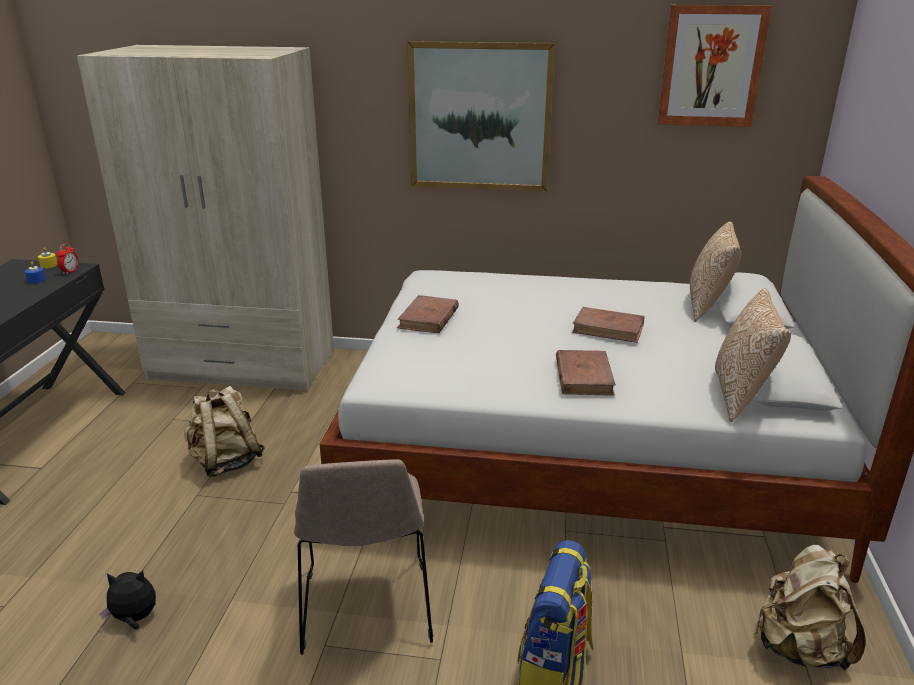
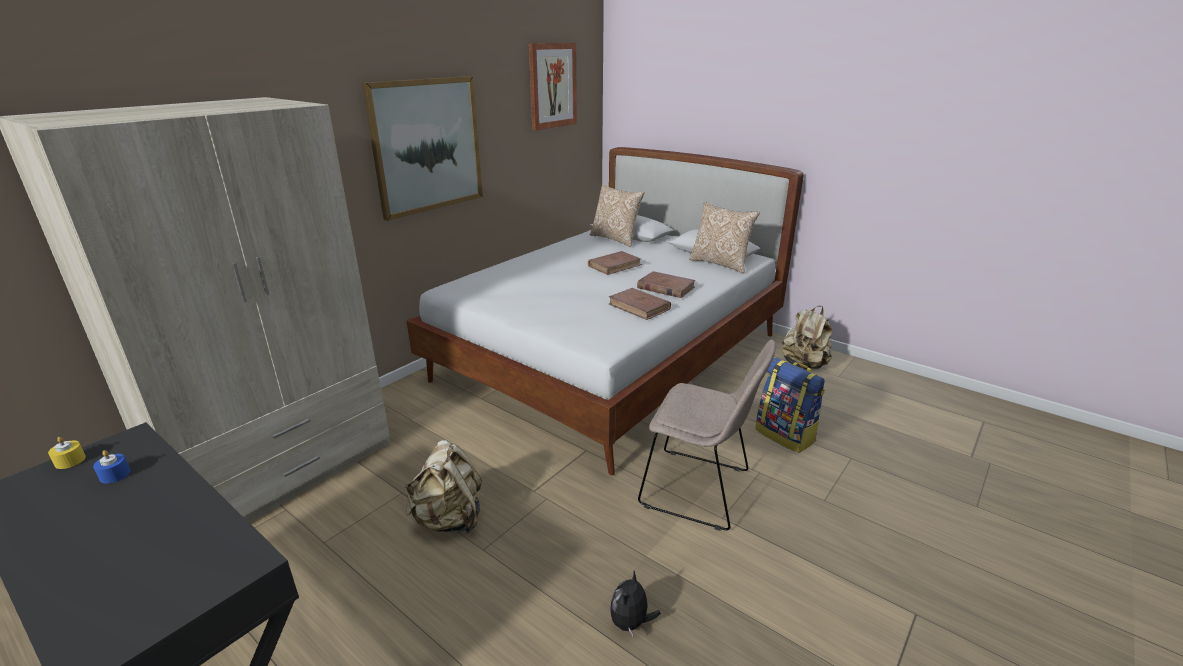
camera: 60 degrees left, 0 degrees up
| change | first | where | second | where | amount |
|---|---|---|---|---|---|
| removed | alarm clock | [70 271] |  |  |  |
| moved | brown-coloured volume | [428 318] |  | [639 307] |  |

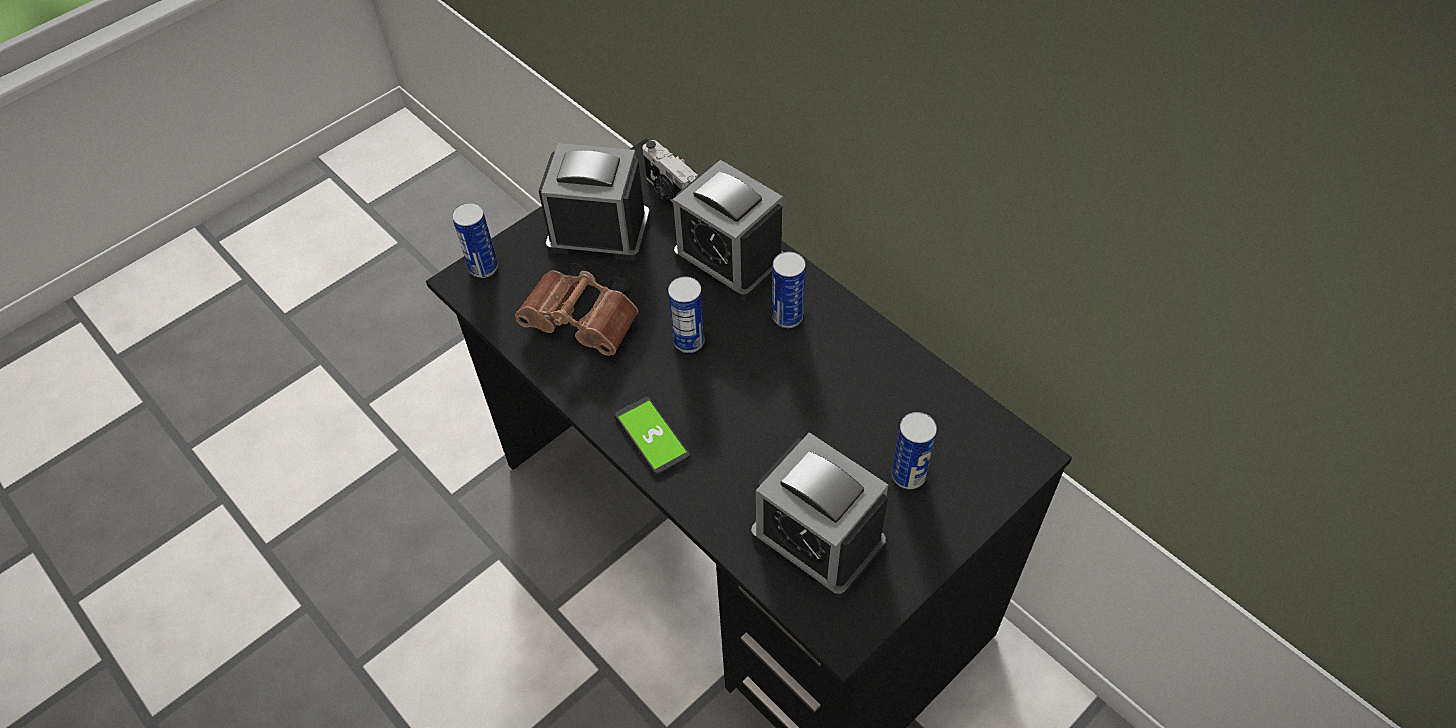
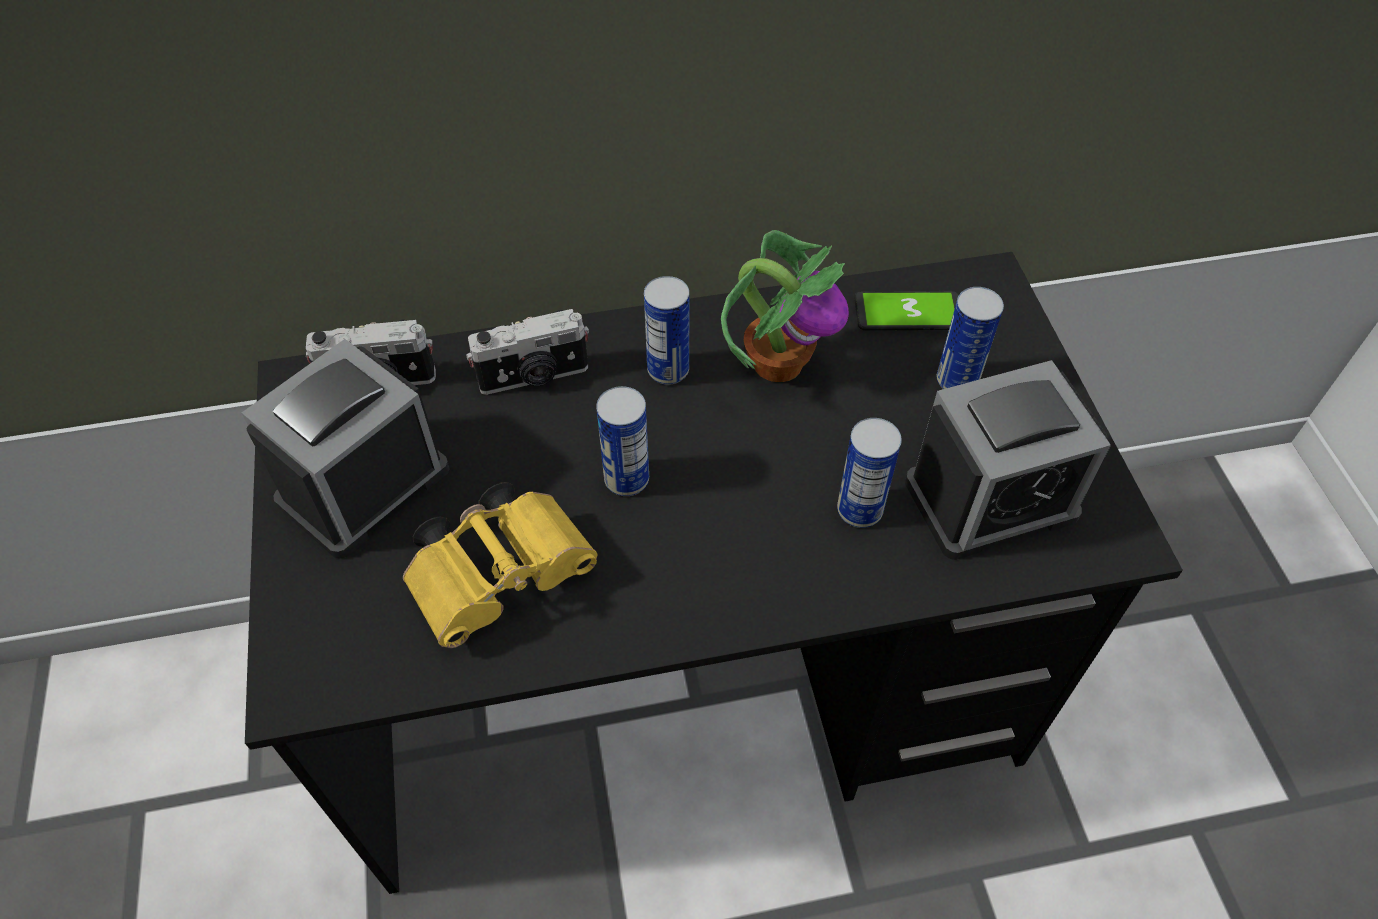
camera: 60 degrees left, 0 degrees up
| change | first | where | second | where | amount |
|---|---|---|---|---|---|
| moved | can | [483 267] |  | [859 510] |  |
| recoloured | brown-coloured field glasses | [585 323] | yellowish field glasses | [504 574] |  |
| moved | phone | [652 436] |  | [908 313] |  |
| replaced | alarm clock | [729 258] | still camera | [534 377] |  |
| added |  |  | potted plant | [777 362] |  |

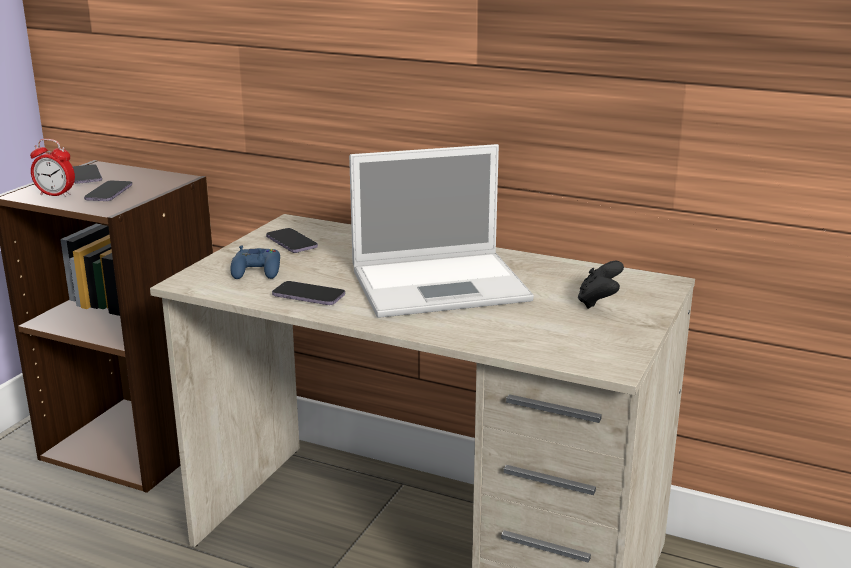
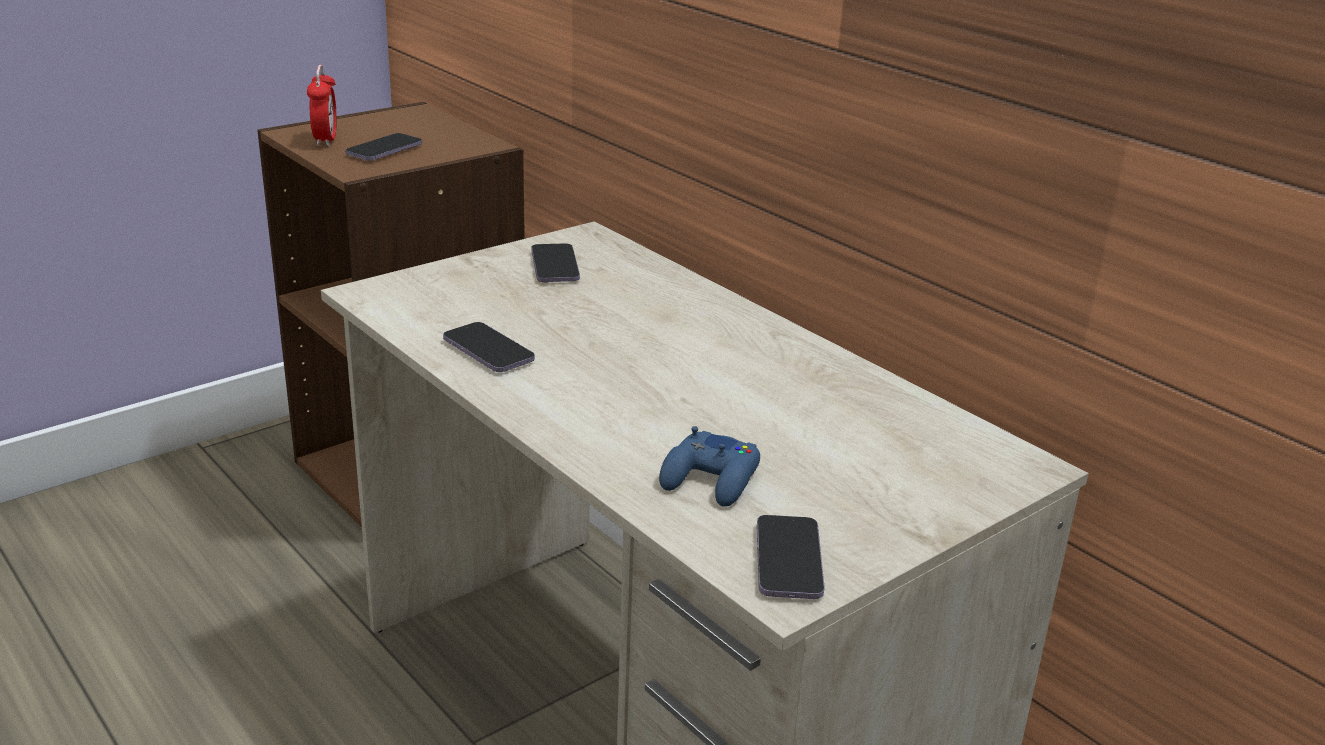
camera: 25 degrees right, 5 degrees up
| change | first | where | second | where | amount |
|---|---|---|---|---|---|
| turned | alarm clock | [56 195] |  | [325 140] | 135 degrees counterclockwise |
| moved | phone | [85 176] |  | [788 560] |  |
| moved | bluish gamepad | [257 270] |  | [711 479] |  |
| removed | notebook computer | [443 284] |  |  |  |
| removed | black-coloured gamepad | [599 302] |  |  |  |

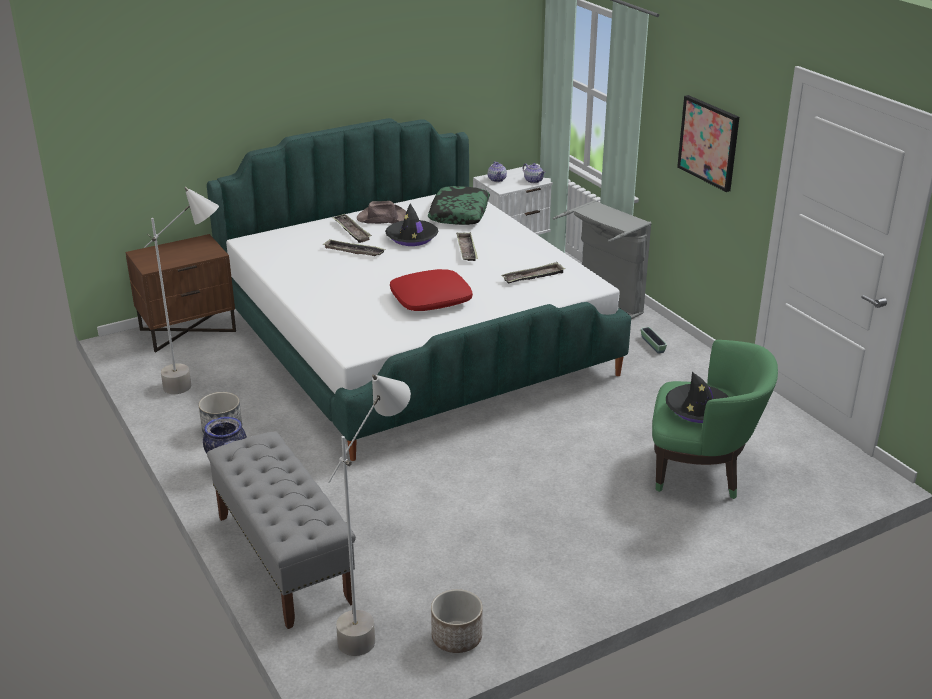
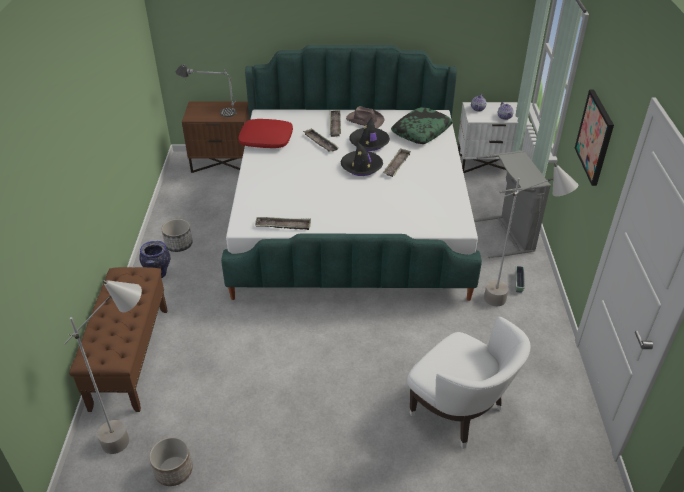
camera: 30 degrees right, 10 degrees up
| change | first | where | second | where | amount |
|---|---|---|---|---|---|
| moved | gray standing lamp | [200 386] |  | [513 305] |  |
| recoloured | gray bench | [283 558] | brown-coloured bench | [130 357] |  |
| moved | red-coloured cushion | [431 299] |  | [266 139] |  |
| moved | serving tray | [533 277] |  | [283 226] |  |
| recoloured | greenish lounge chair | [702 471] | whitish lounge chair | [460 412] |  |
| moved | black-coloured wearable hat | [698 409] |  | [361 167] |  |
| added |  |  | table lamp | [211 112] |  |

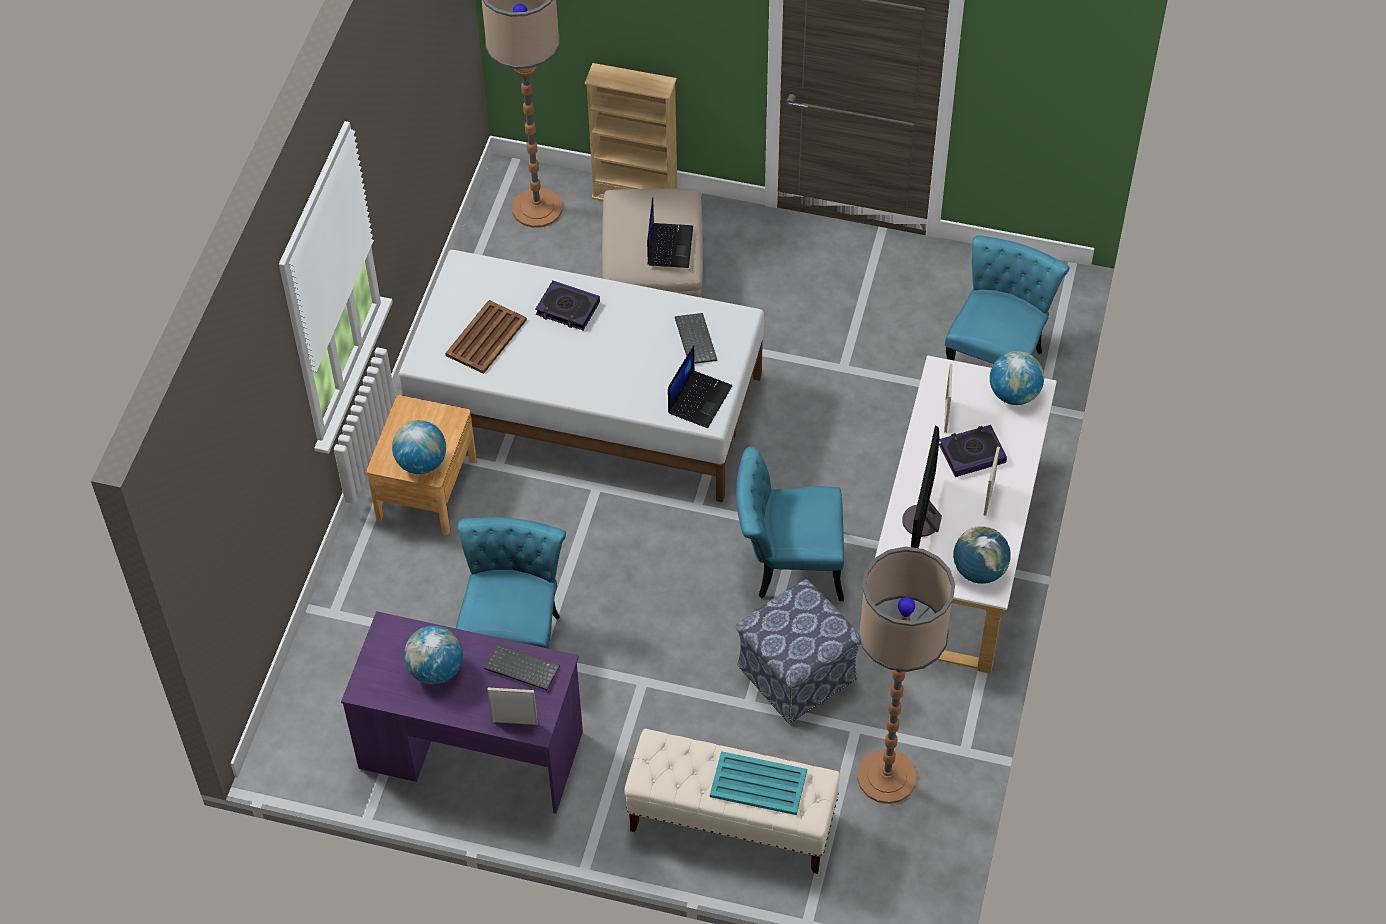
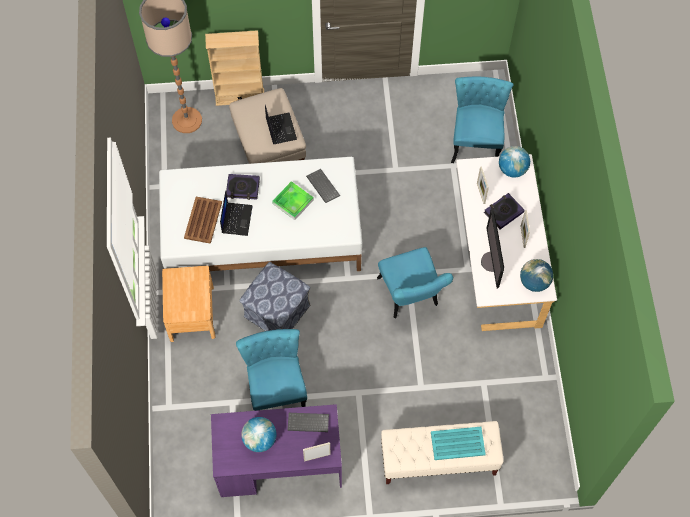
camera: 20 degrees left, 10 degrees up
| change | first | where | second | where | amount |
|---|---|---|---|---|---|
| removed | world globe | [421 463] |  |  |  |
| moved | notebook computer | [699 399] |  | [236 219] |  |
| turned | blue-green chair | [788 564] |  | [410 297] | 90 degrees counterclockwise |
| moved | footrest | [795 673] |  | [276 312] |  |
| removed | standing lamp | [886 776] |  |  |  |
| added |  |  | serving tray | [293 202] |  |

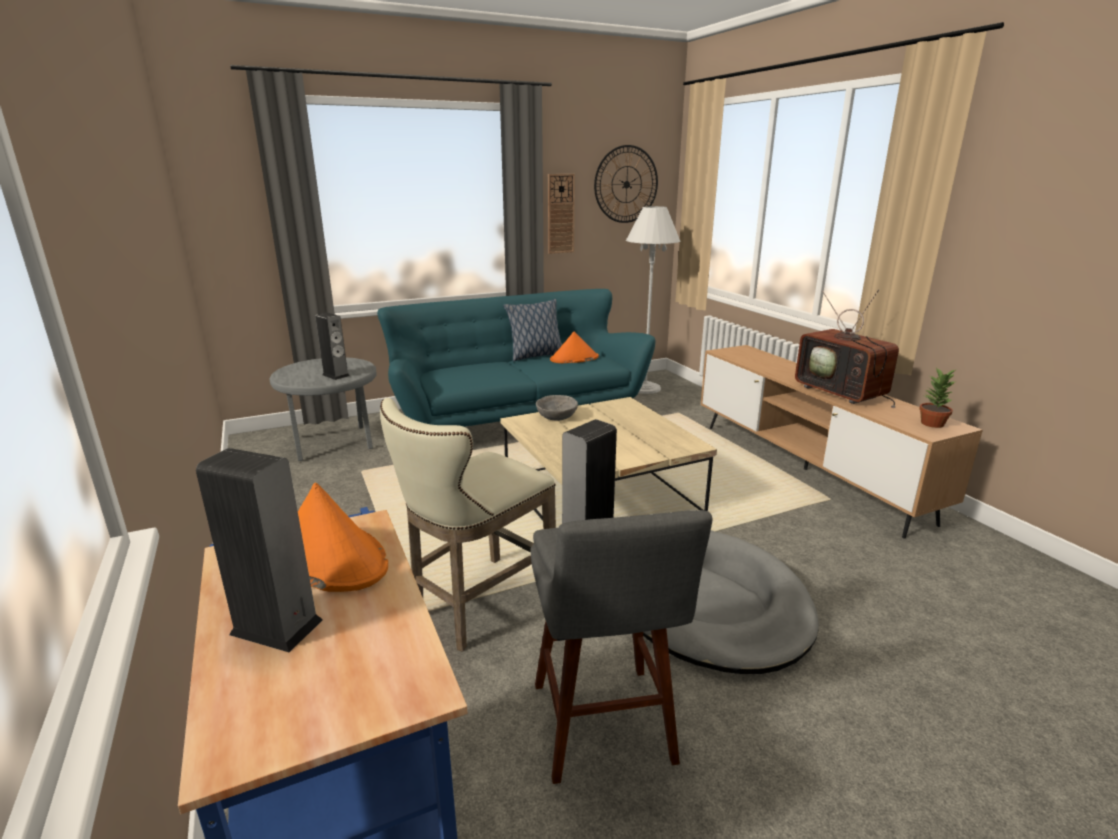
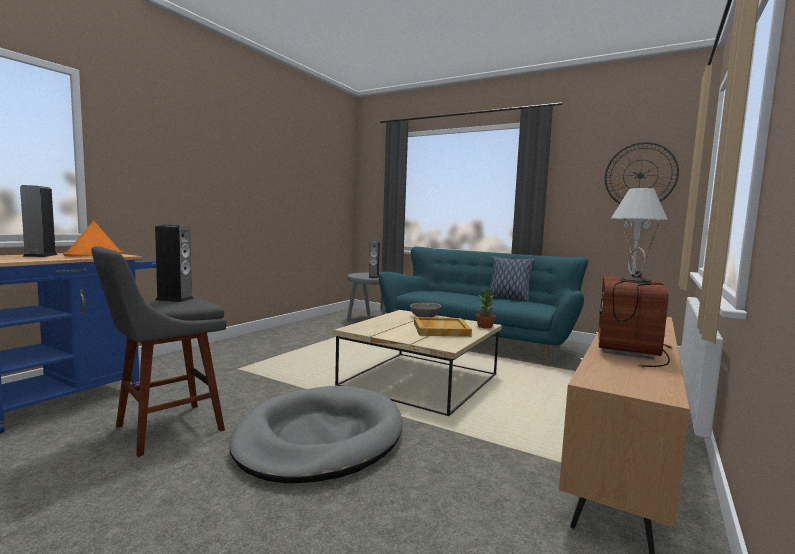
camera: 55 degrees right, 15 degrees down
| change | first | where | second | where | amount |
|---|---|---|---|---|---|
| removed | beige stool seat | [476 606] |  |  |  |
| removed | wall clock | [560 214] |  |  |  |
| removed | orange-coloured wearable hat | [574 359] |  |  |  |
| moved | potted plant | [932 424] |  | [484 326] |  |
| added |  |  | beige serving tray | [440 329] |  |

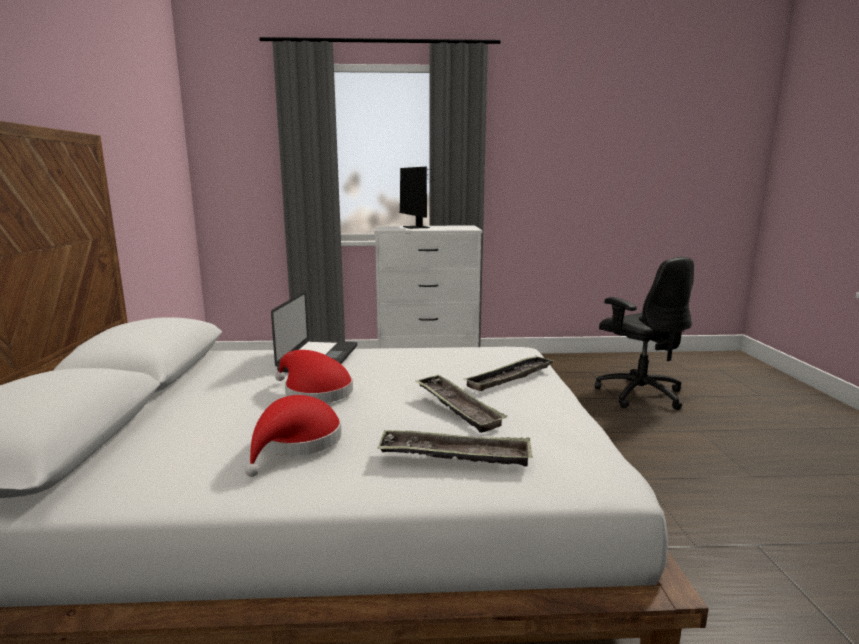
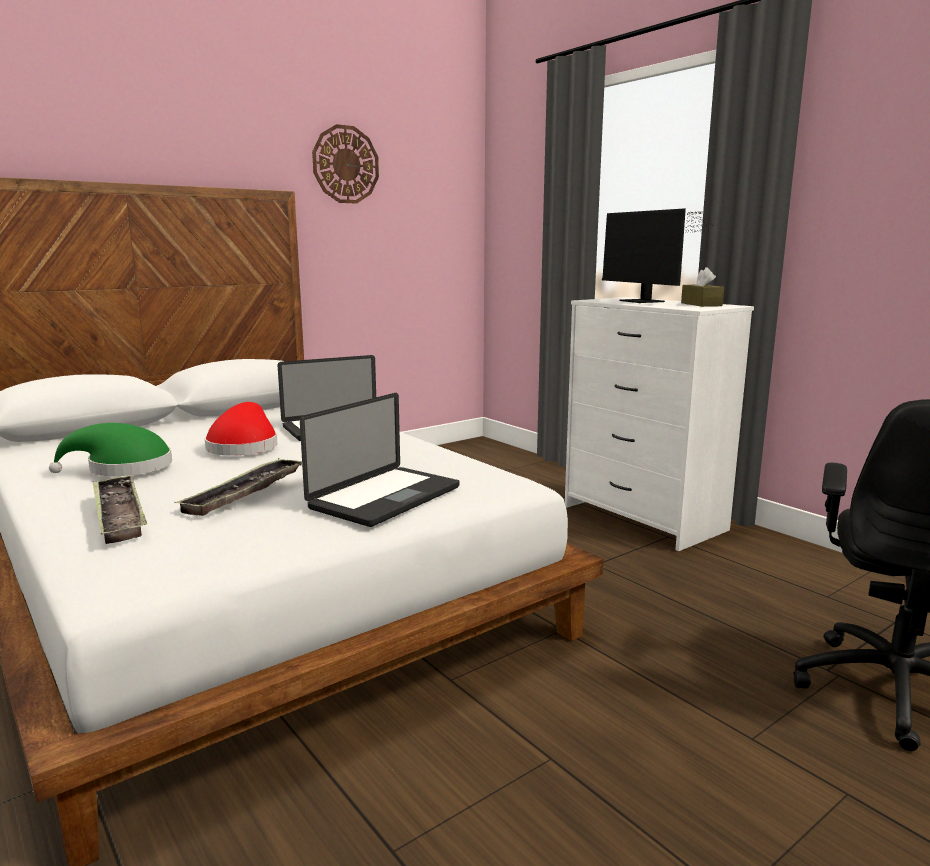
camera: 55 degrees right, 0 degrees up
| change | first | where | second | where | amount |
|---|---|---|---|---|---|
| recoloured | red-coloured wearable hat | [296 443] | greenish wearable hat | [123 468] |  |
| turned | computer screen | [416 227] |  | [644 301] | 60 degrees counterclockwise |
| replaced | serving tray | [510 378] | notebook computer | [385 498] |  |
| added |  |  | wall clock | [345 164] |  |
| added |  |  | brown-coloured tissue holder | [701 304] |  |

